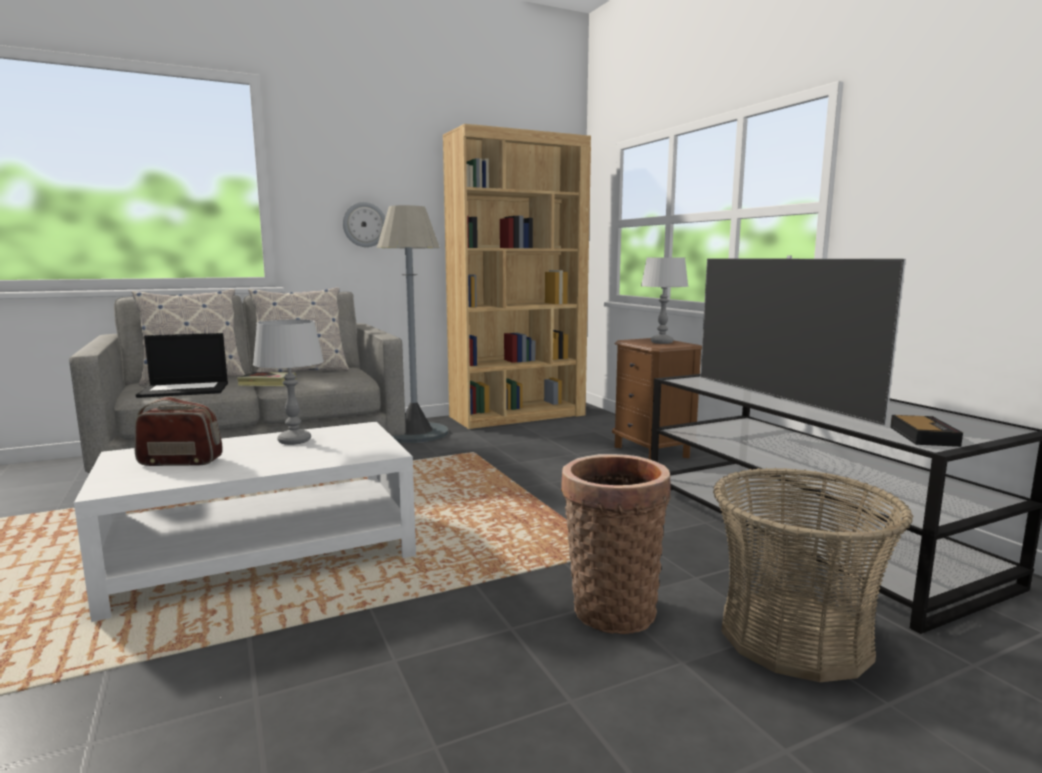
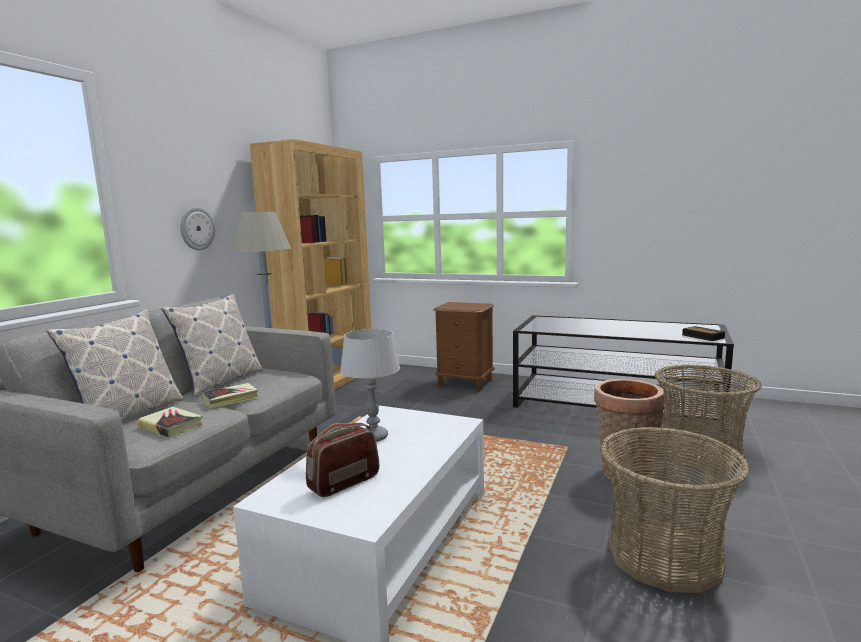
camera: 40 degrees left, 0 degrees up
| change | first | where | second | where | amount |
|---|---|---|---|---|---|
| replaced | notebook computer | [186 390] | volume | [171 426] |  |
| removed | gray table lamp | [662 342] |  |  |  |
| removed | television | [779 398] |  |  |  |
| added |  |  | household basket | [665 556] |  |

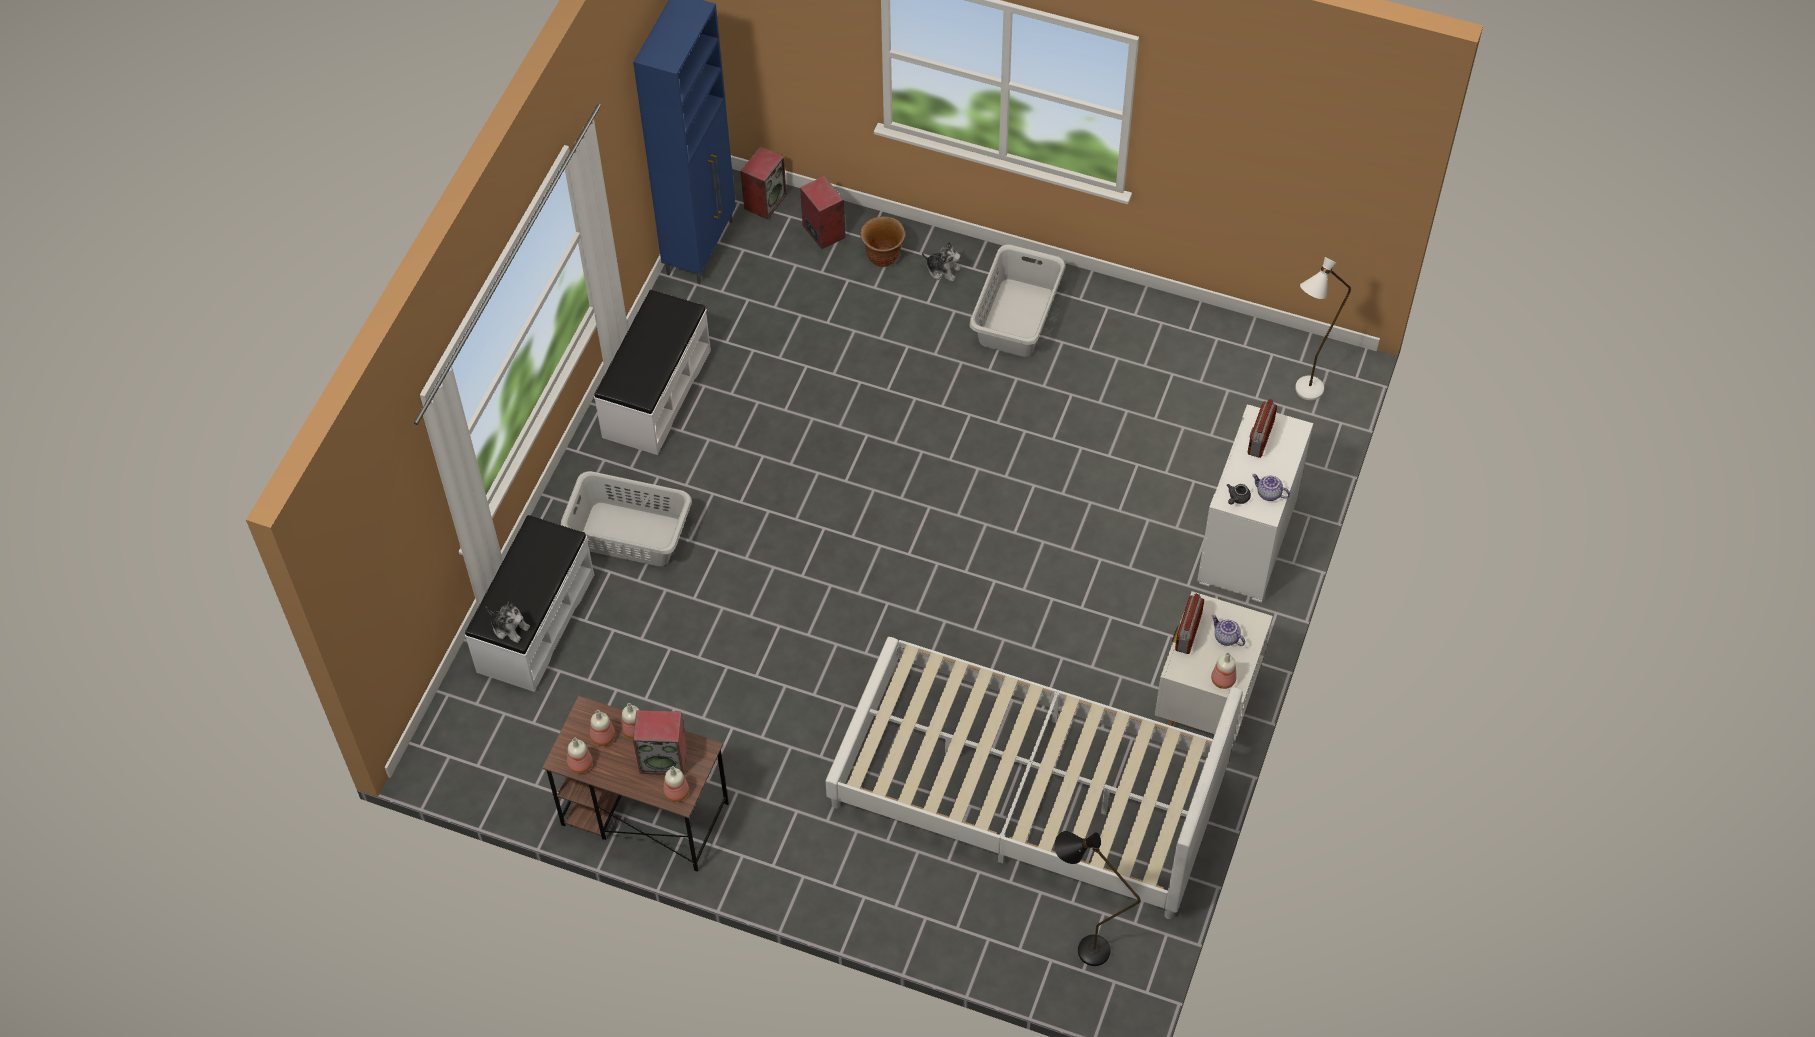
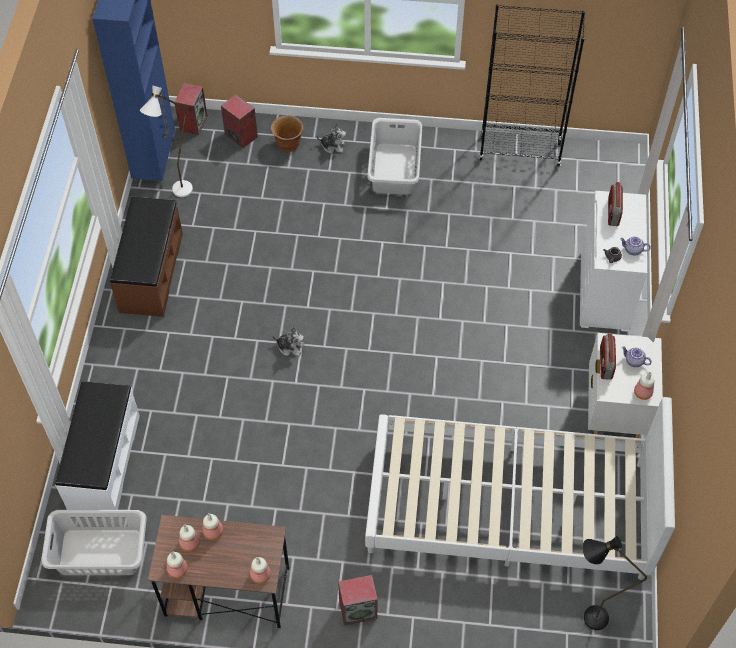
camera: 15 degrees left, 0 degrees up
| change | first | where | second | where | amount |
|---|---|---|---|---|---|
| moved | soft toy | [509 627] |  | [290 347] |  |
| moved | gray hamper | [630 535] |  | [100 553] |  |
| recoloured | whitish bench | [656 393] | brown-coloured bench | [150 272] |  |
| moved | loudspeaker | [664 758] |  | [358 609] |  |
| moved | whitish standing lamp | [1303 395] |  | [178 195] |  |
| added |  |  | black-coloured bookcase | [520 151] |  |

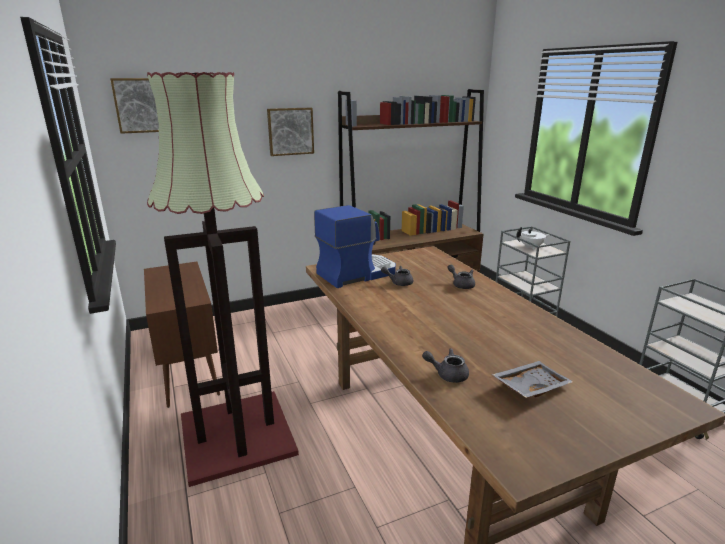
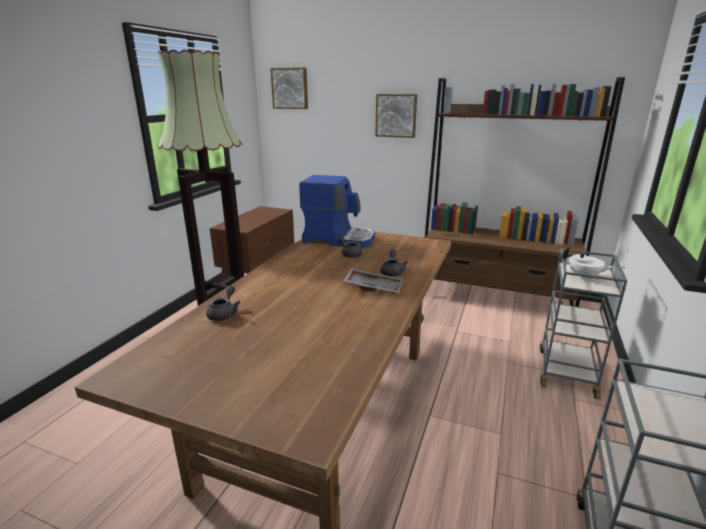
camera: 45 degrees right, 0 degrees up
| change | first | where | second | where | amount |
|---|---|---|---|---|---|
| turned | gray teapot | [447 374] |  | [224 313] | 45 degrees clockwise |
| moved | gray serving tray | [530 386] |  | [374 287] |  |

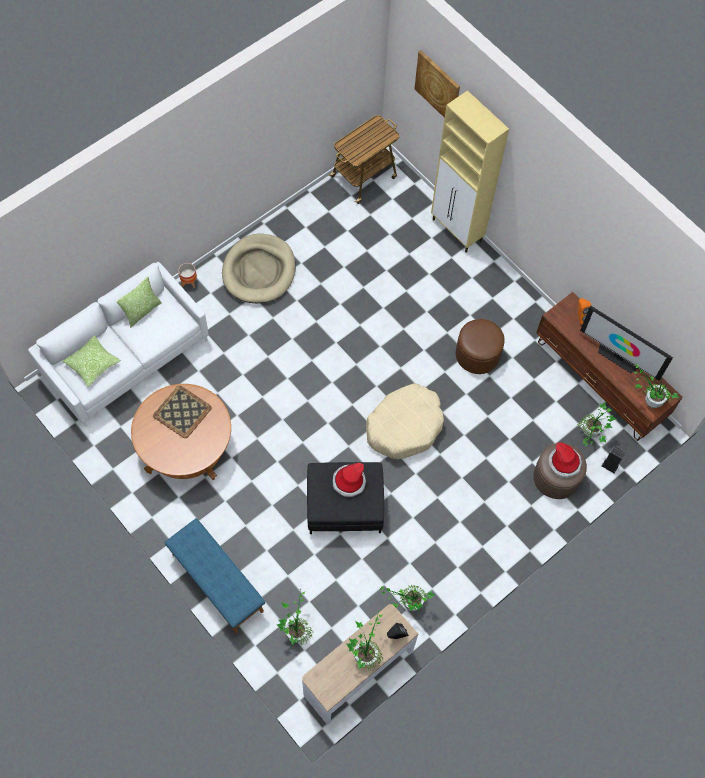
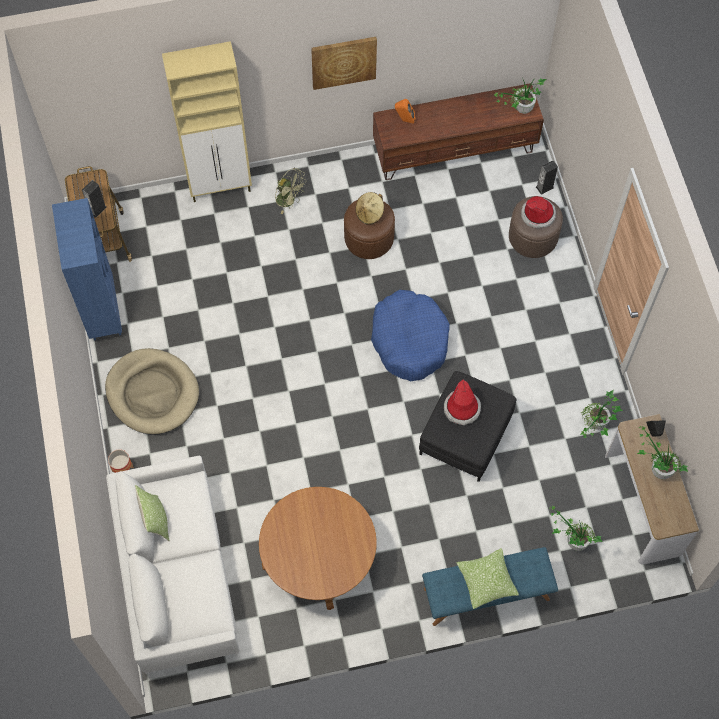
camera: 60 degrees left, 0 degrees up
| change | first | where | second | where | amount |
|---|---|---|---|---|---|
| moved | cushion | [92 364] |  | [486 581] |  |
| removed | serving tray | [182 411] |  |  |  |
| recoloured | beige dog bed | [404 426] | bluish dog bed | [409 340] |  |
| moved | picture | [438 86] |  | [343 62] |  |
| removed | potted plant | [590 435] |  |  |  |
| removed | television | [618 357] |  |  |  |
| added |  |  | bluish bookcase | [102 312] |  |
| added |  |  | loudspeaker | [97 209] |  |
| added |  |  | greenish cooling fan | [289 201] |  |
| added |  |  | beige wearable hat | [370 213] |  |

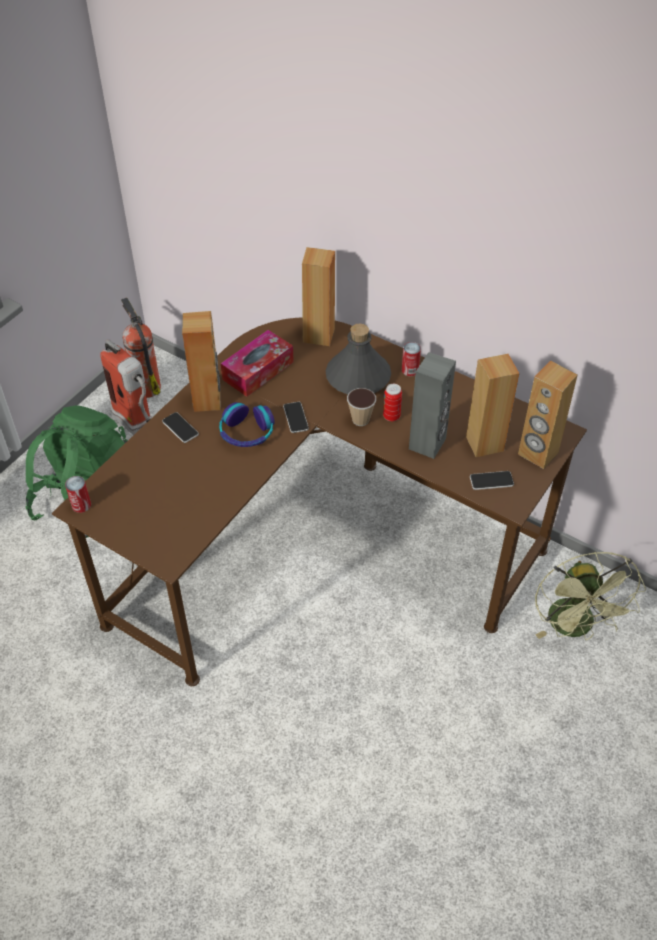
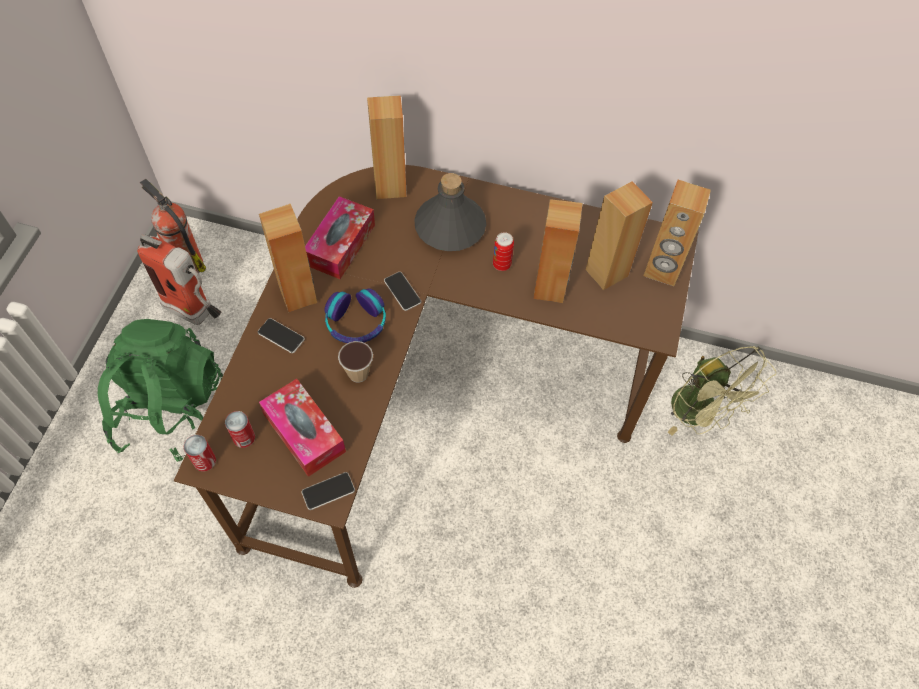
camera: 20 degrees left, 10 degrees up
| change | first | where | second | where | amount |
|---|---|---|---|---|---|
| moved | cup | [360 420] |  | [358 373] |  |
| moved | can | [410 370] |  | [244 437] |  |
| recoloured | gray loudspeaker | [427 444] | brown-coloured loudspeaker | [550 287] |  |
| moved | phone | [491 481] |  | [328 491] |  |
| added |  |  | tissue holder | [304 433] |  |

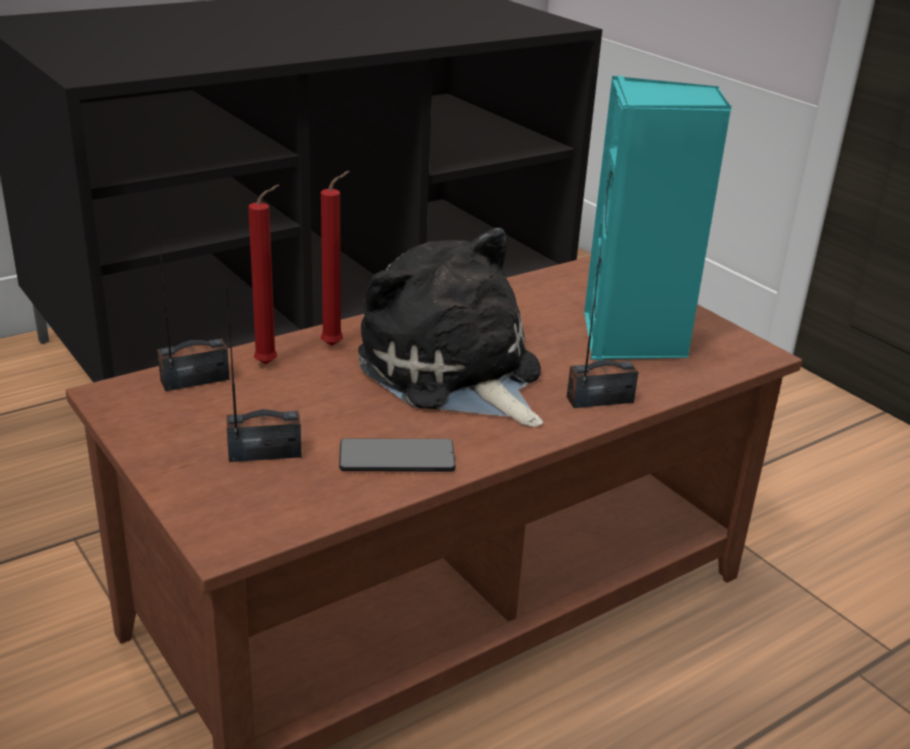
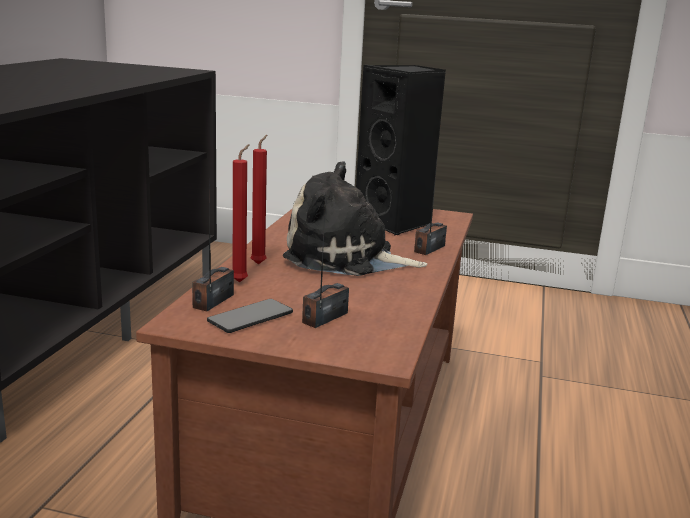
camera: 40 degrees left, 10 degrees down
| change | first | where | second | where | amount |
|---|---|---|---|---|---|
| moved | phone | [397 458] |  | [250 317] |  |
| recoloured | blue-green loudspeaker | [633 339] | black-coloured loudspeaker | [396 223] |  |

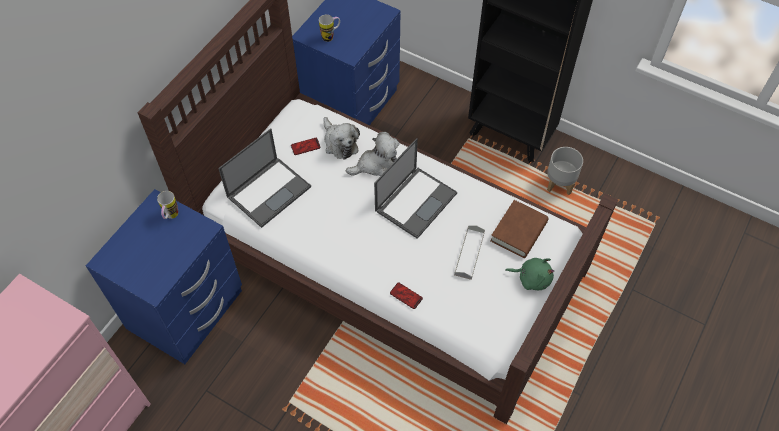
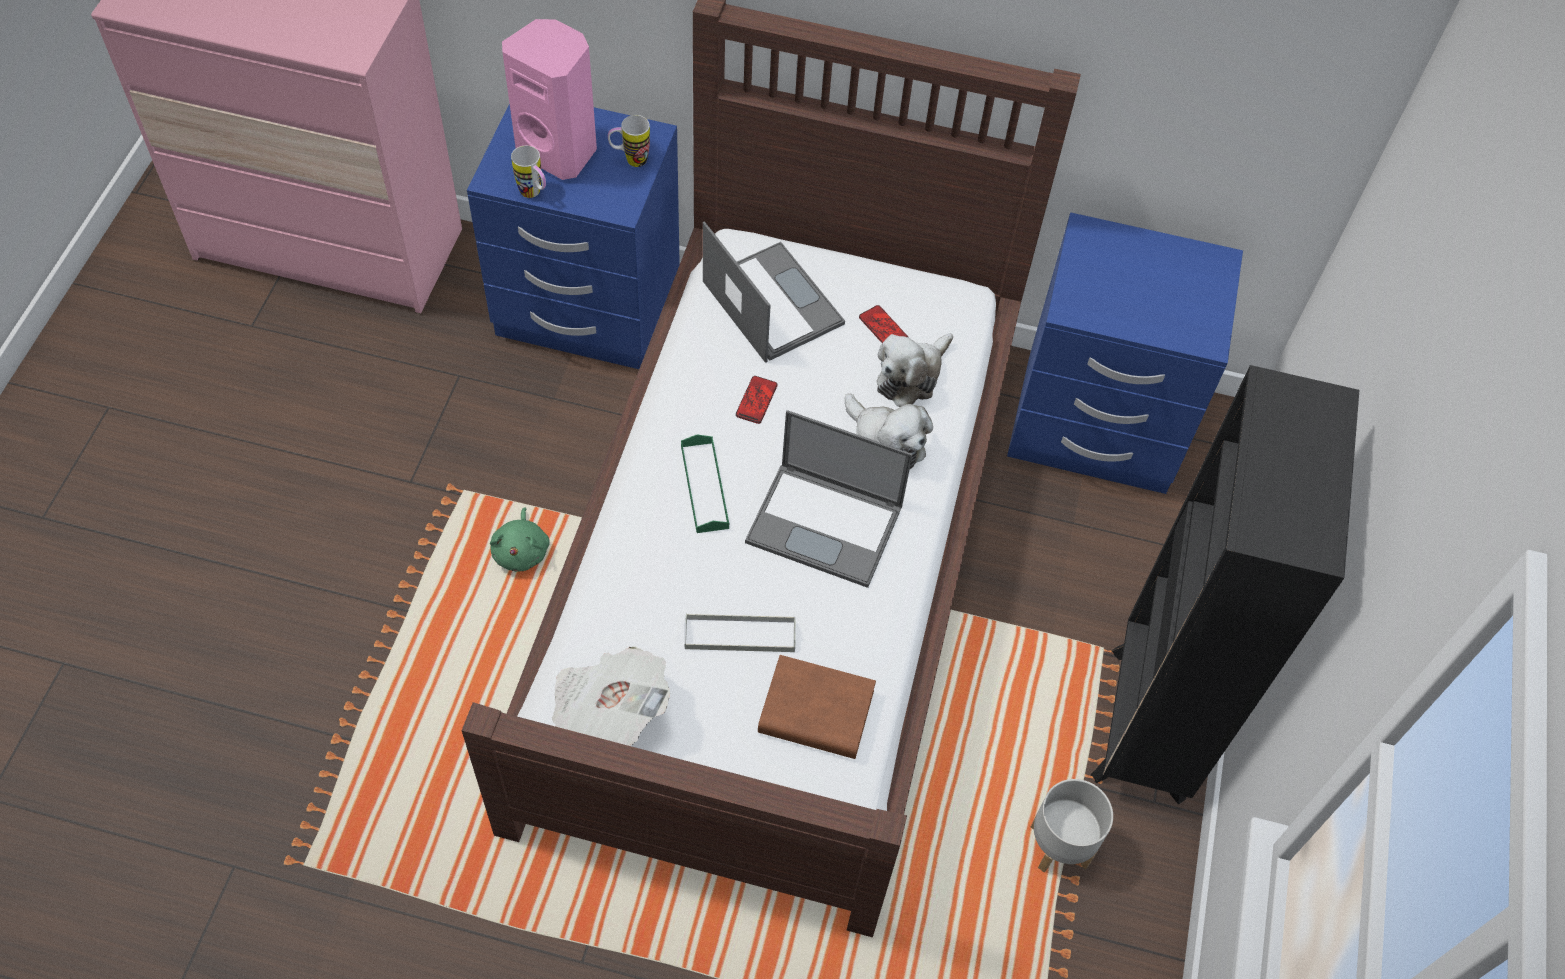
camera: 70 degrees right, 0 degrees up
| change | first | where | second | where | amount |
|---|---|---|---|---|---|
| turned | notebook computer | [269 191] |  | [771 302] | 150 degrees counterclockwise |
| moved | tea mug | [331 36] |  | [534 194] |  |
| moved | phone | [406 296] |  | [756 400] |  |
| moved | greenish soft toy | [532 278] |  | [521 551] |  |
| added |  |  | pinkish loudspeaker | [559 151] |  |
| added |  |  | newspaper | [607 712] |  |
| added |  |  | greenish serving tray | [704 487] |  |

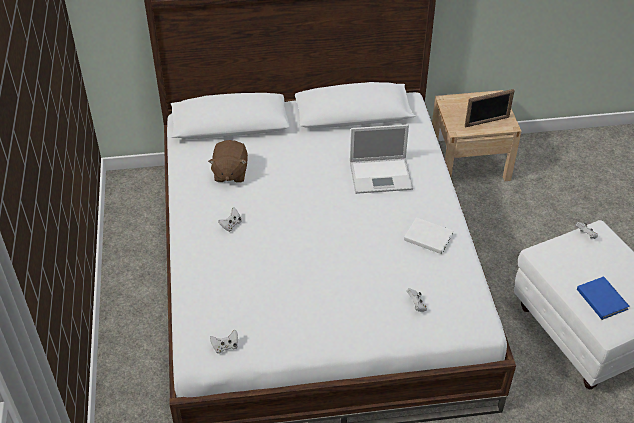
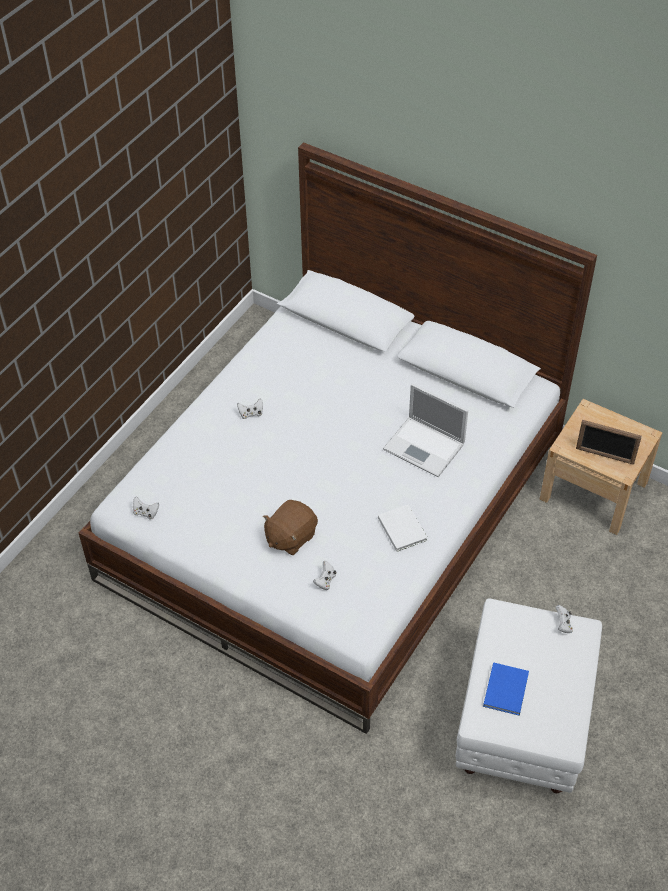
camera: 40 degrees right, 5 degrees up
| change | first | where | second | where | amount |
|---|---|---|---|---|---|
| moved | brown-coloured soft toy | [230 173] |  | [290 537] |  |

